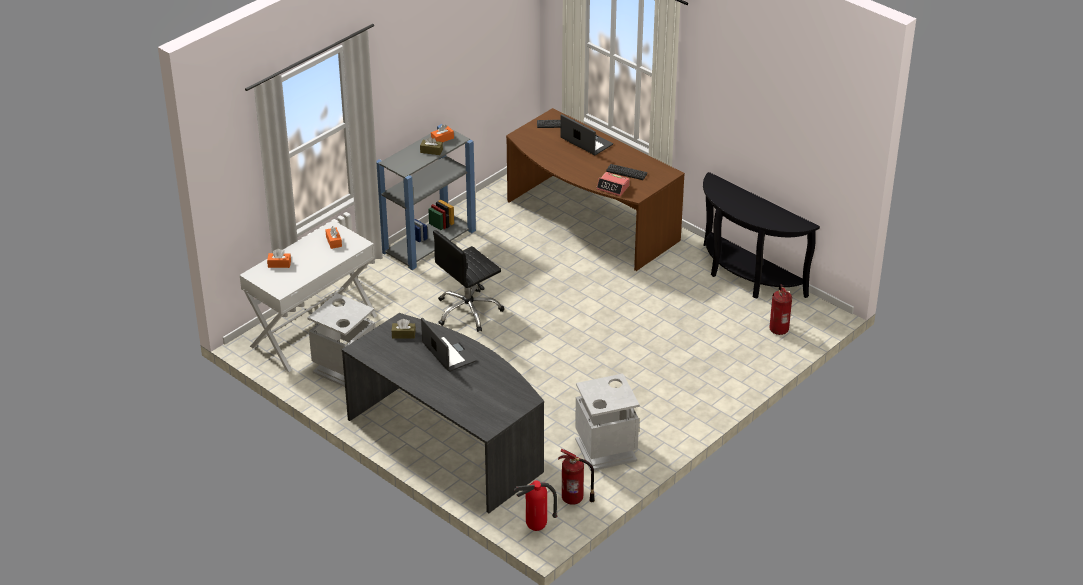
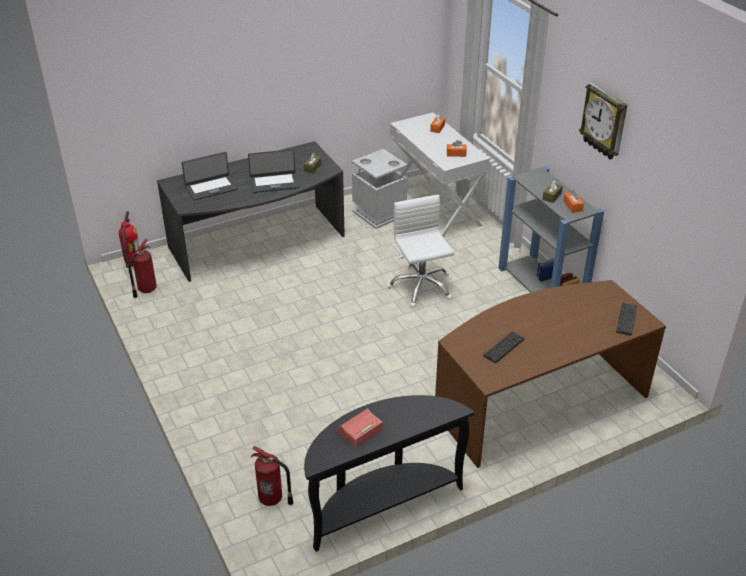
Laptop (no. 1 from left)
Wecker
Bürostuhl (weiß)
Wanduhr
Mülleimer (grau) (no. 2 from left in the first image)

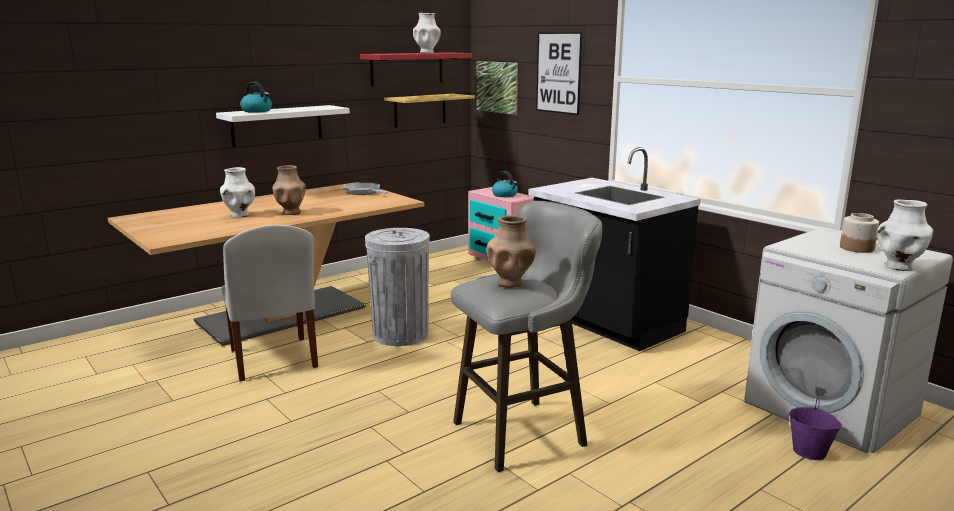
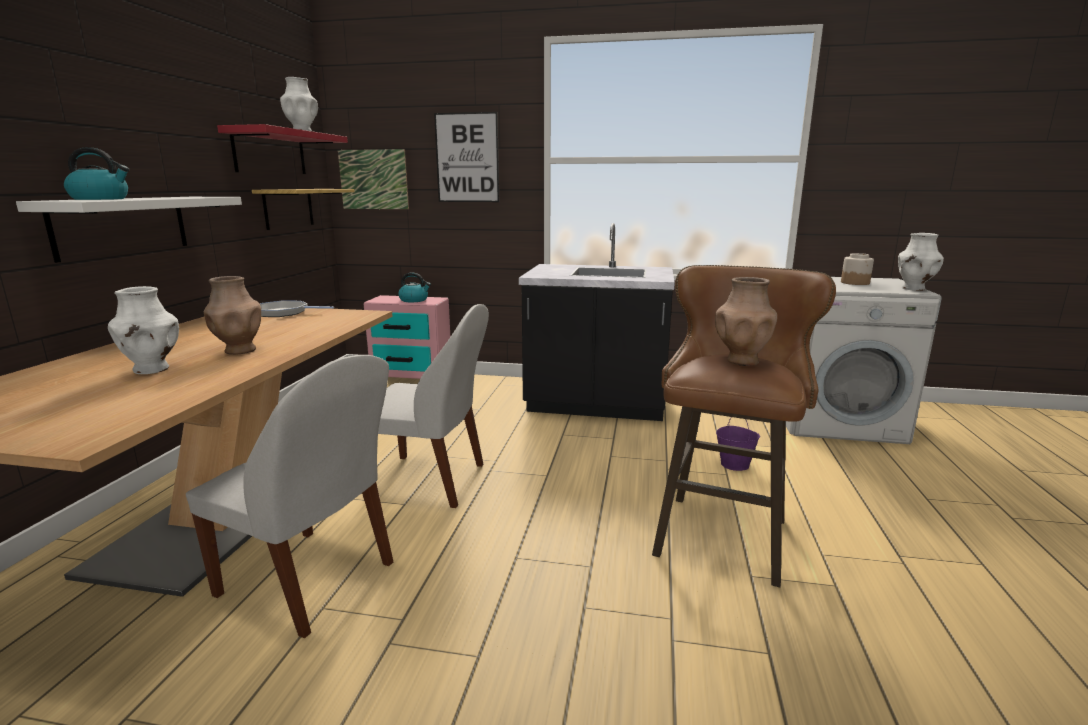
Stuhl (weiß) (no. 2 from left)
Hocker (braun)
Eimer (lila)

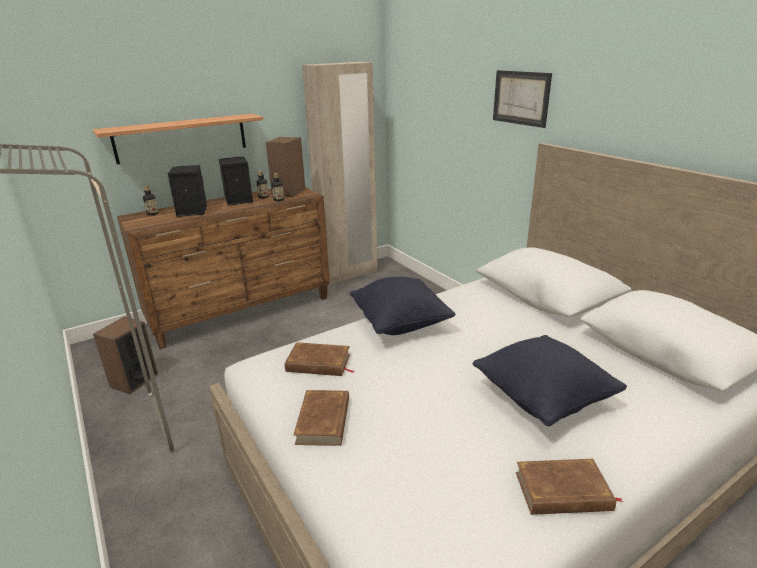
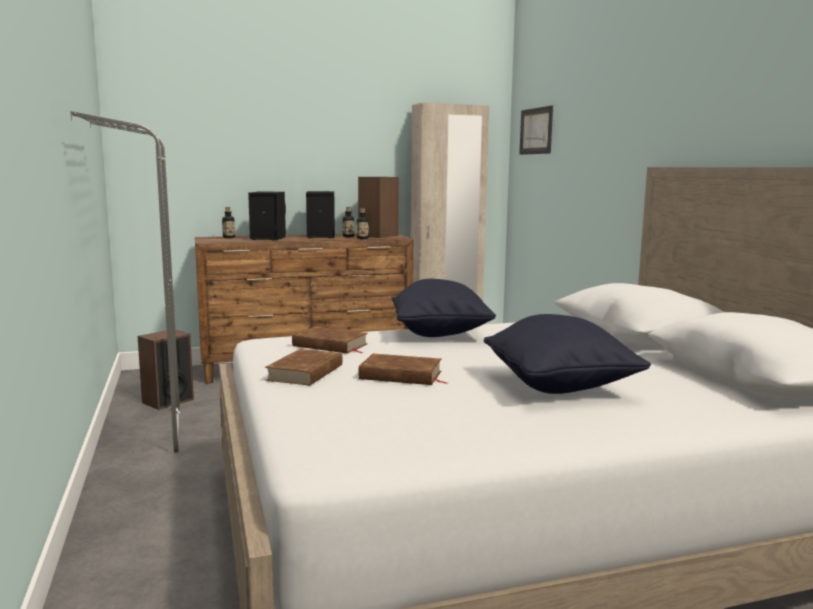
Buch (braun) (no. 3 from left)
Bild
Wandregal

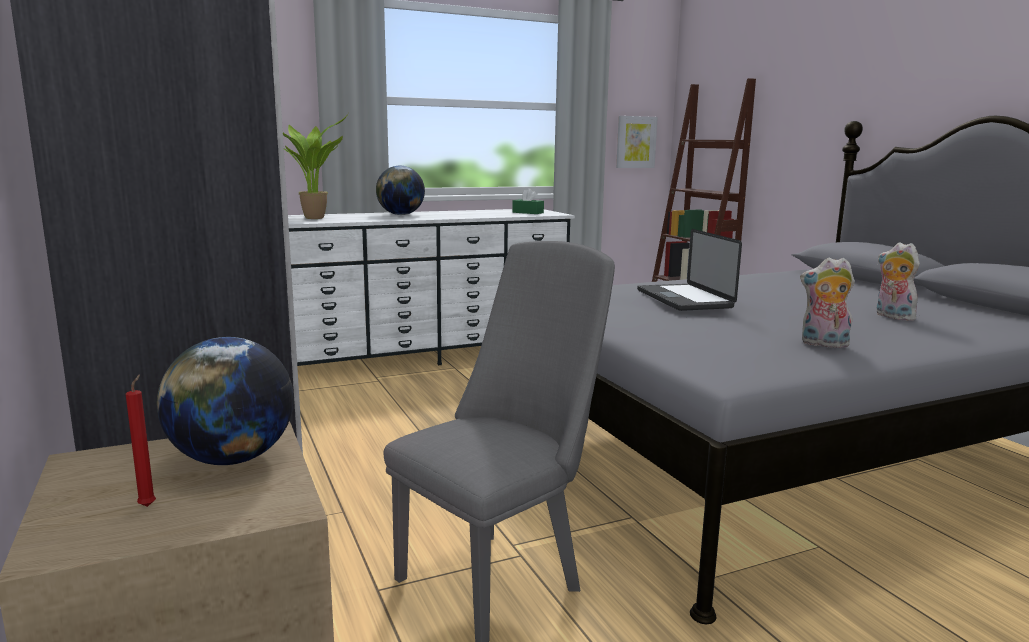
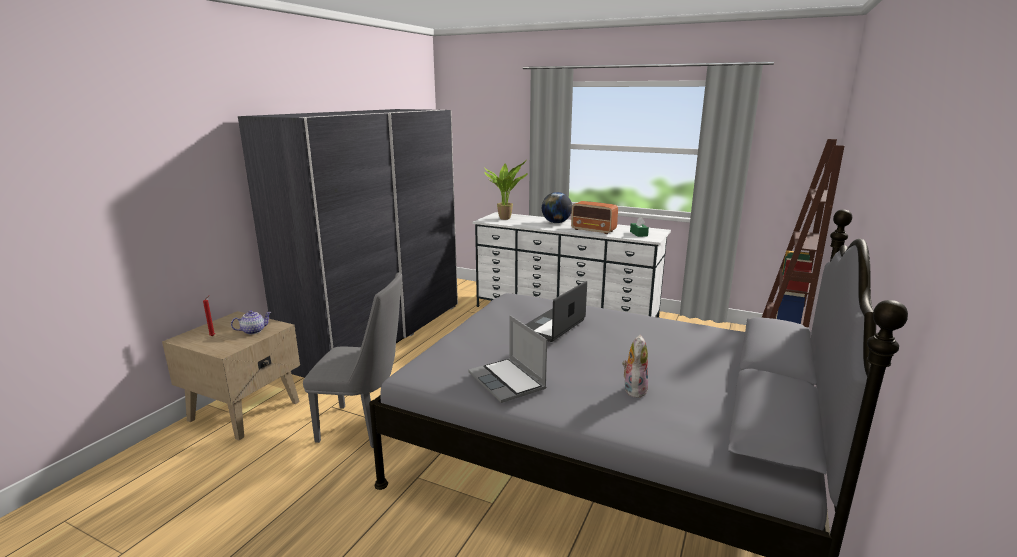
Teekanne
Laptop (no. 1 from left)
Radio
Bild

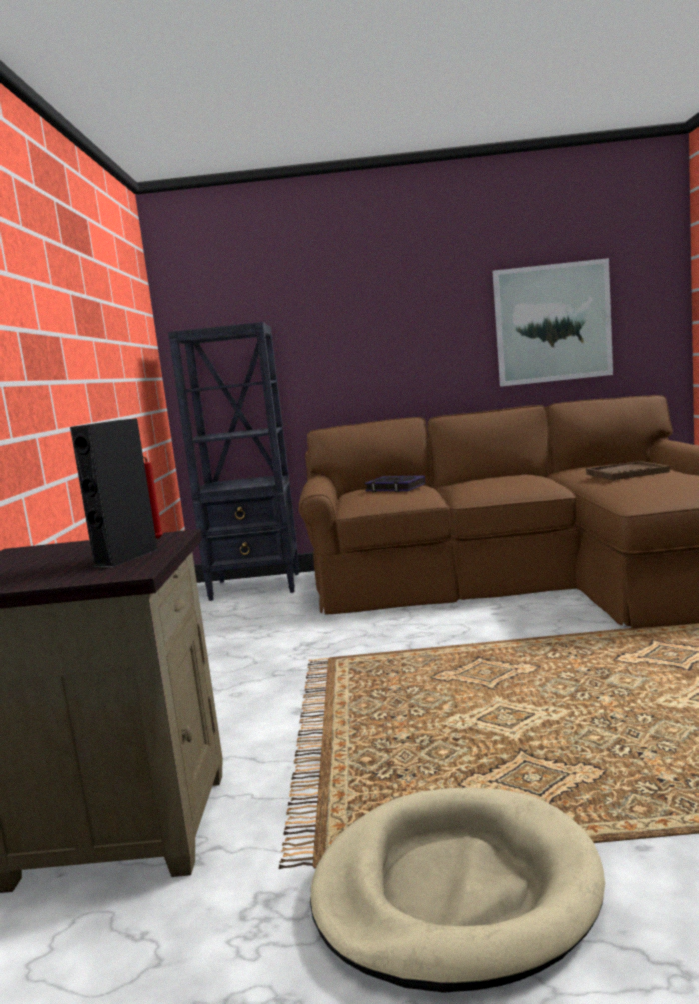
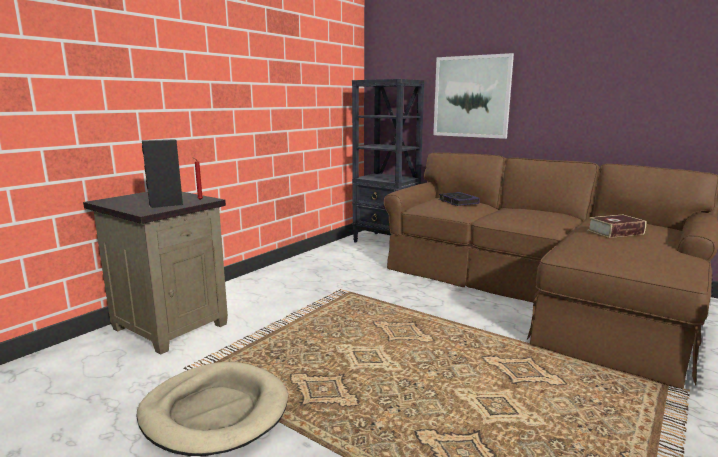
Bild
Buch (no. 2 from left)

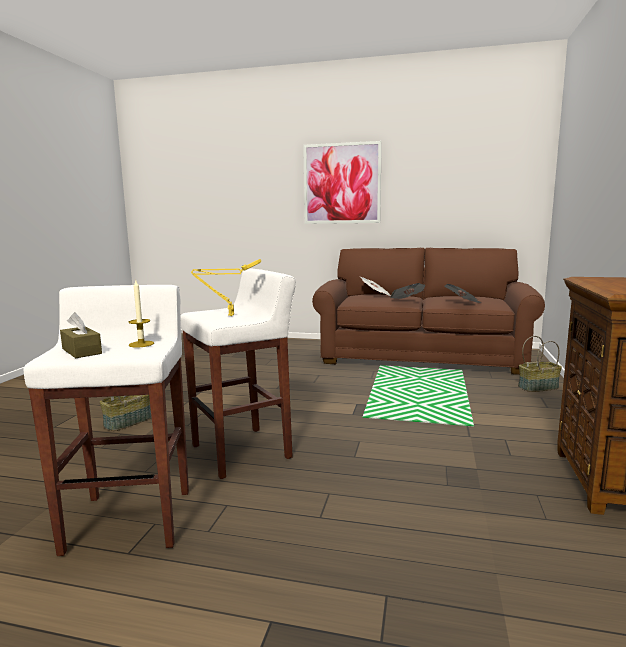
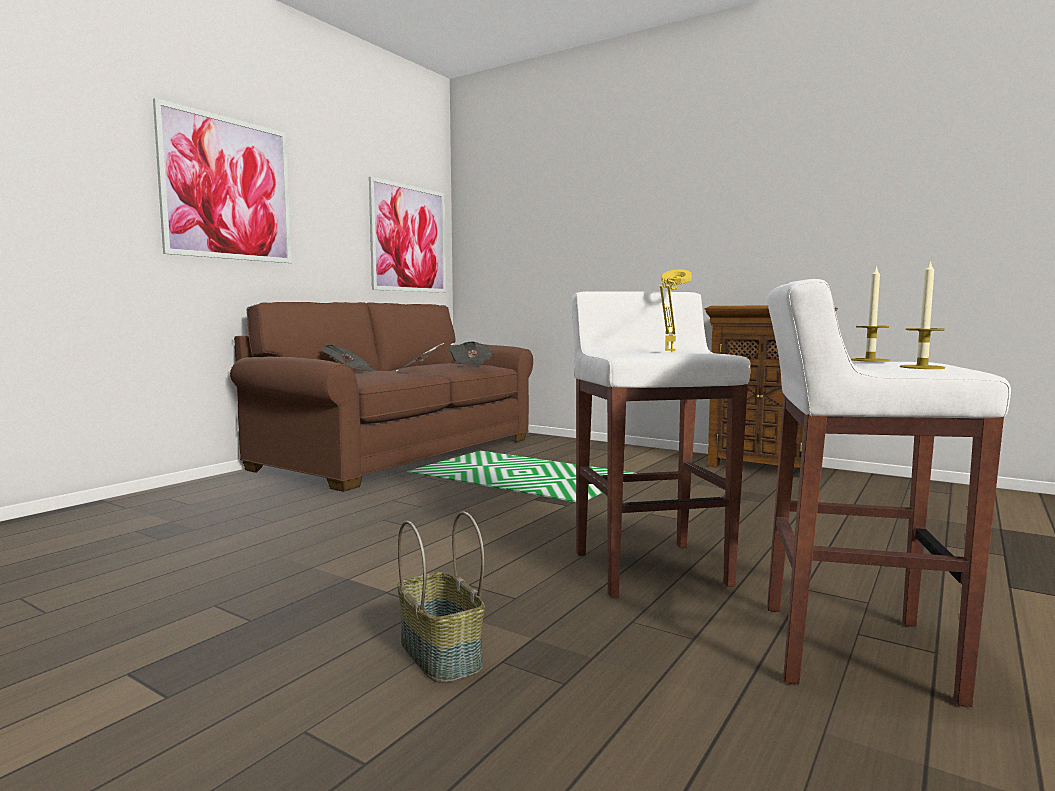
Bild (no. 2 from left)
Kerze (no. 2 from left)
Korb (no. 2 from left in the first image)

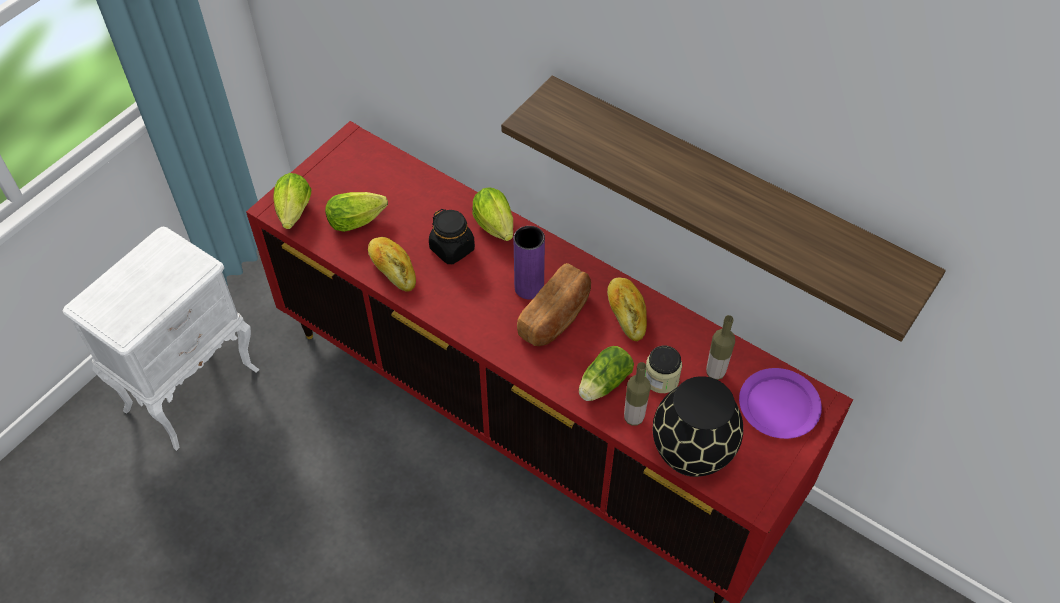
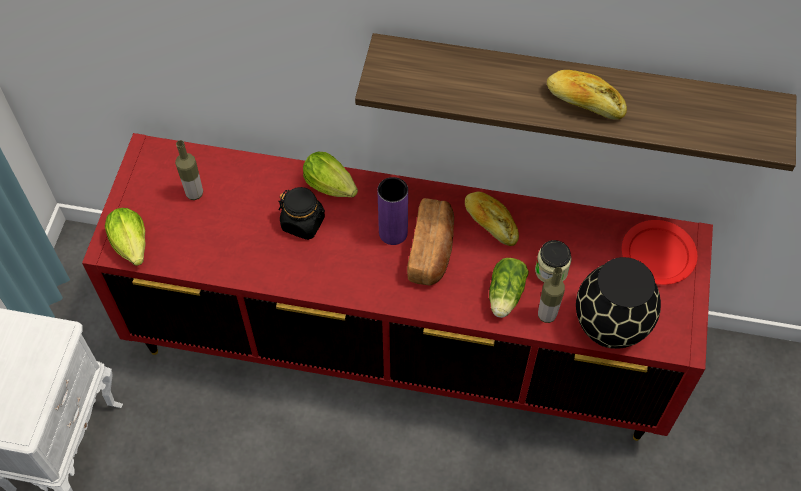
Flasche (no. 1 from left)
Brot (no. 3 from left)
Teller (rot)
Salatkopf (no. 2 from left in the first image)

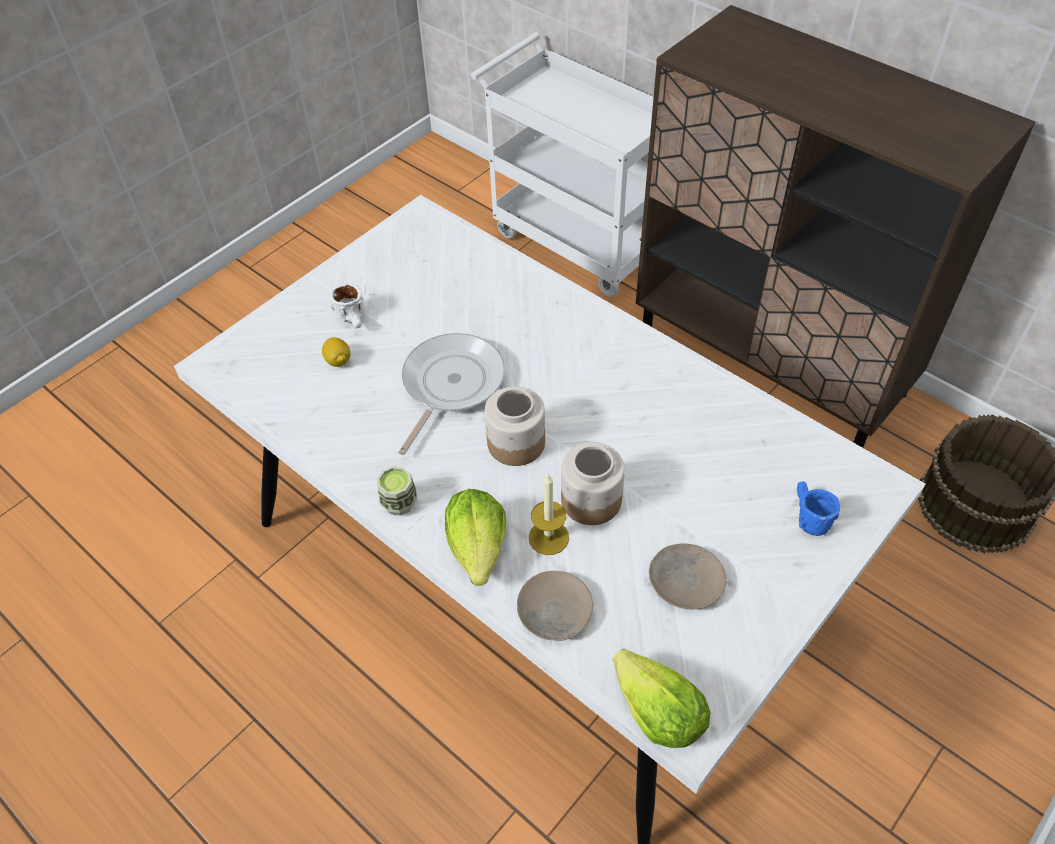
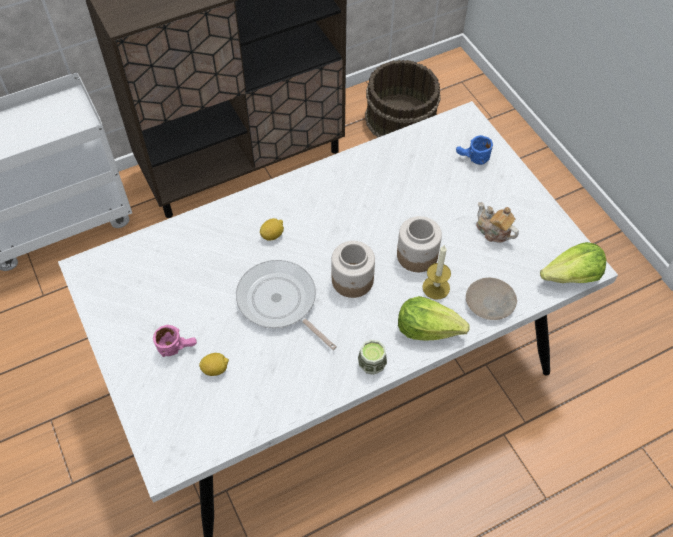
Henkelbecher (rosa)
Zitrone (no. 2 from left)
Teekanne

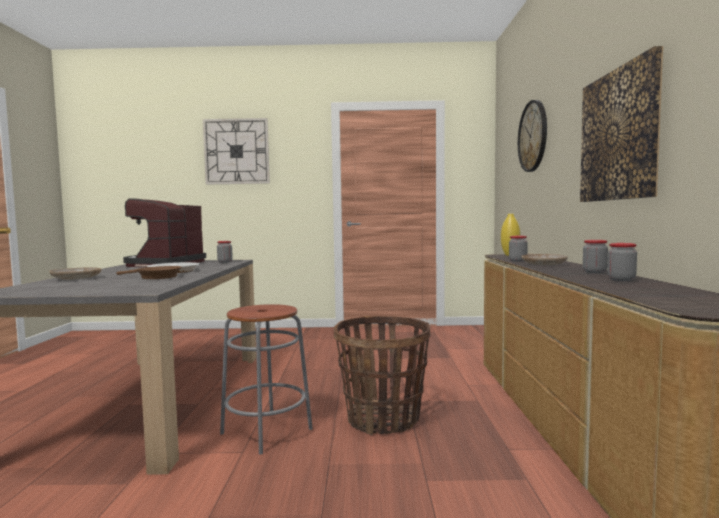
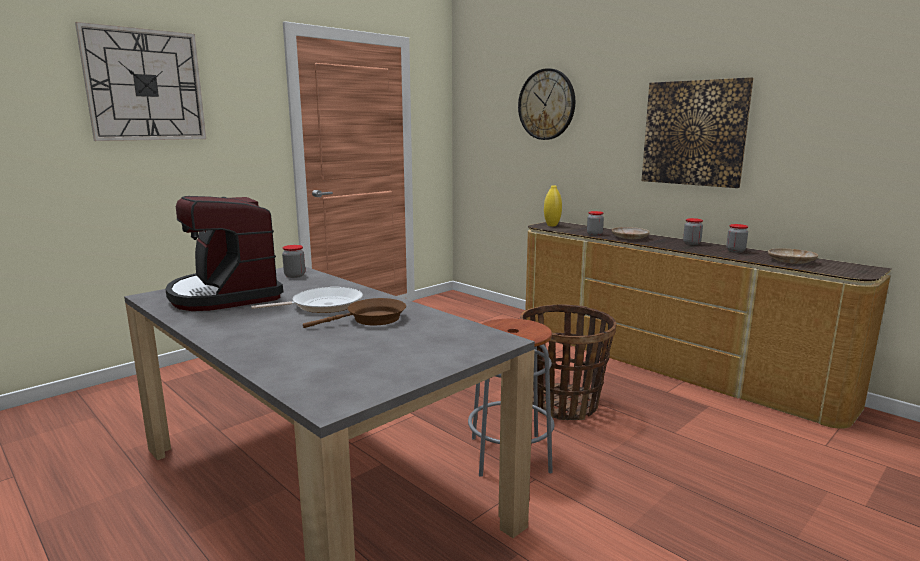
Teller (beige) (no. 2 from left)

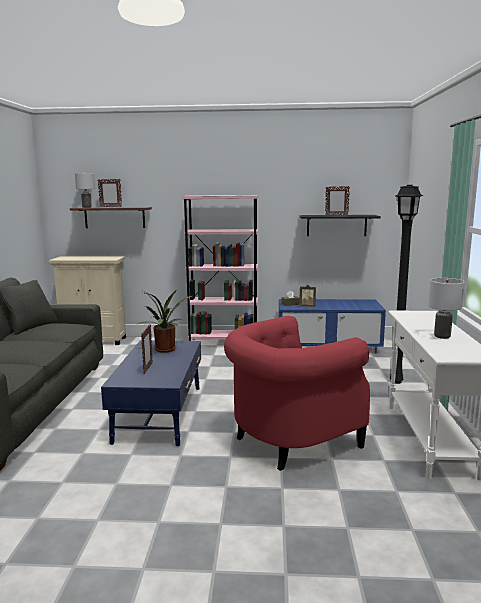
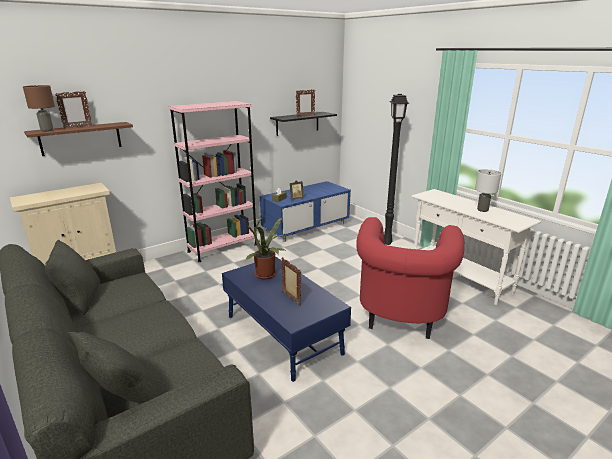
Tischlampe (braun)

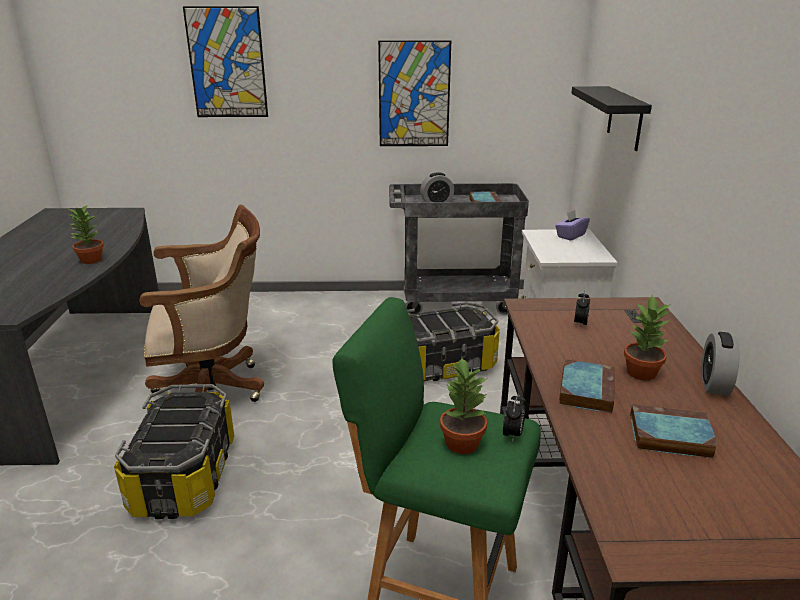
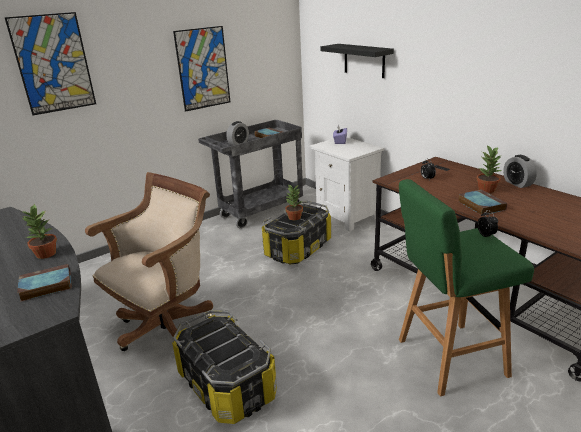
Buch (no. 1 from left)
Topfpflanze (no. 2 from left)

